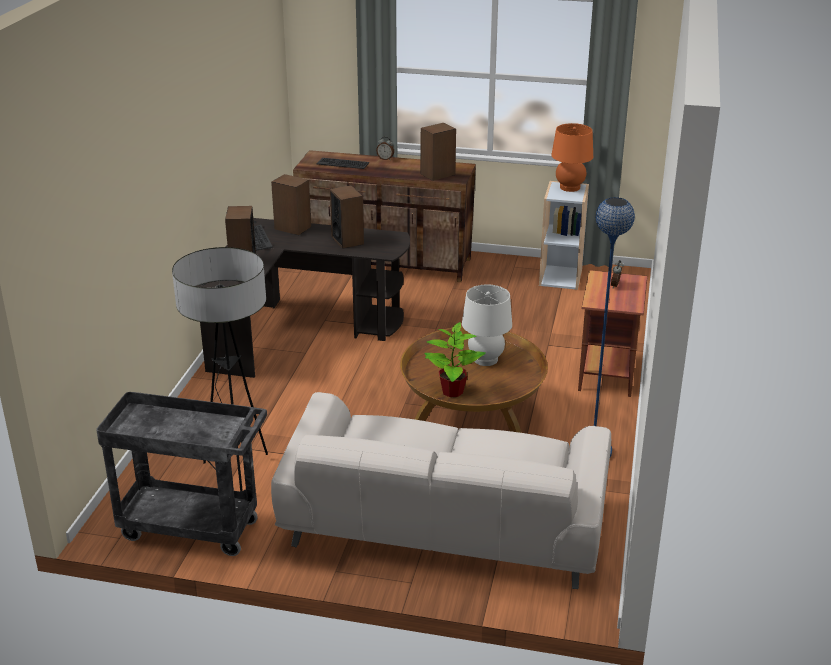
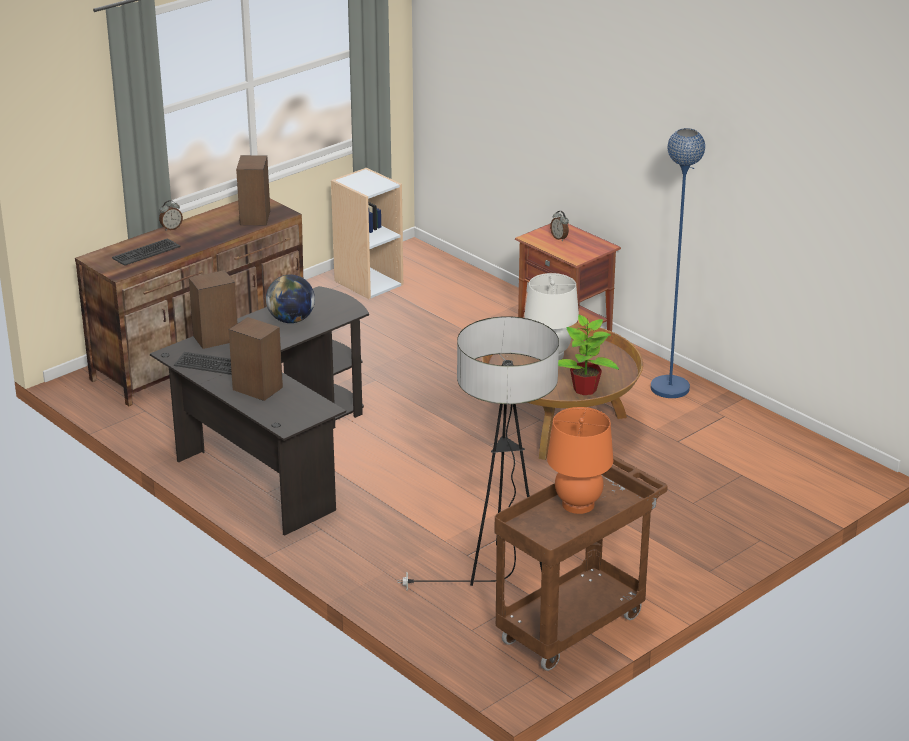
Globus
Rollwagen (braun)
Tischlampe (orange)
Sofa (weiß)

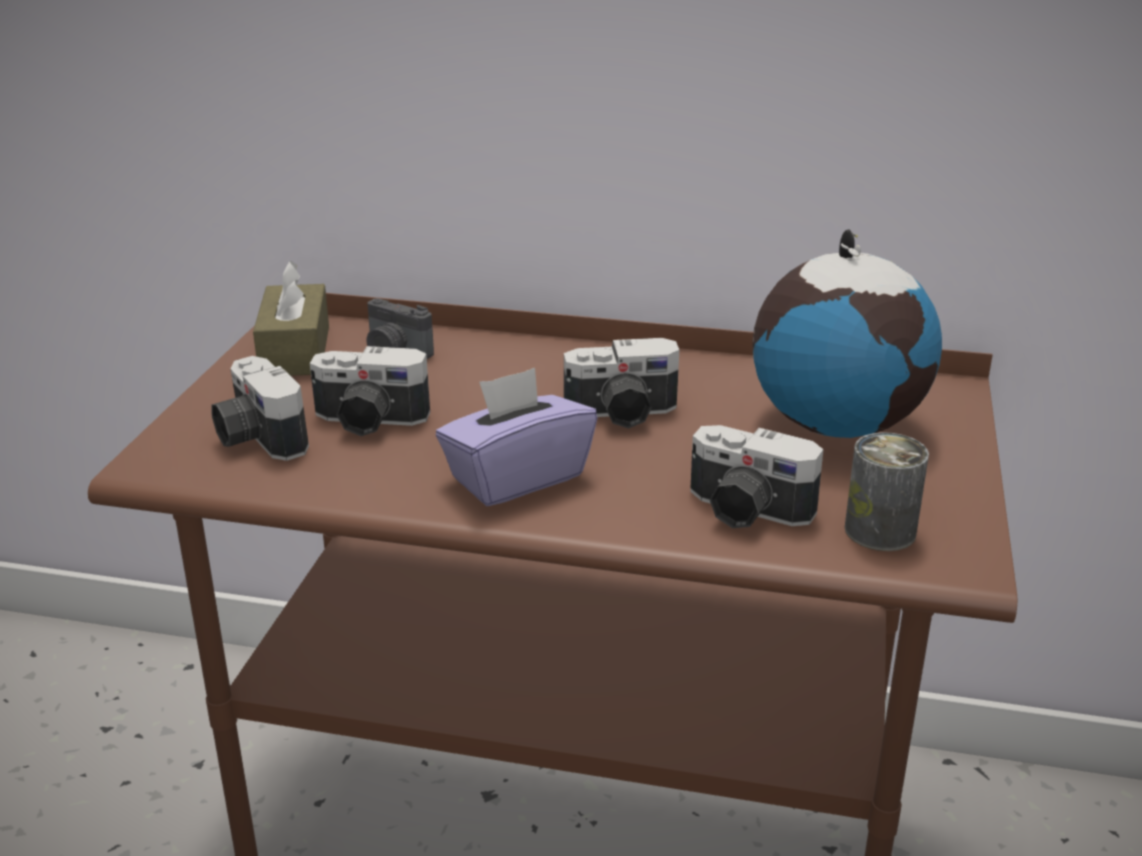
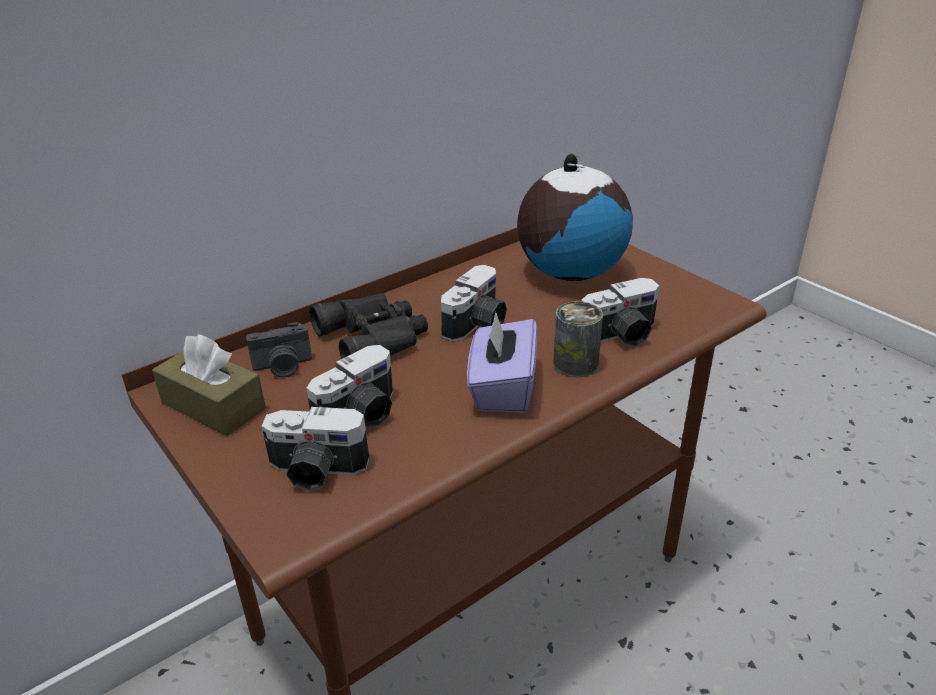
Fernglas (schwarz)
Dose

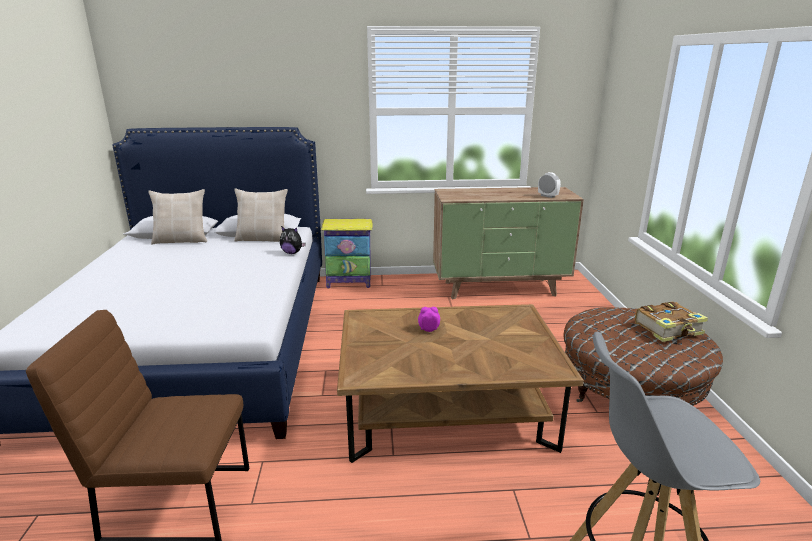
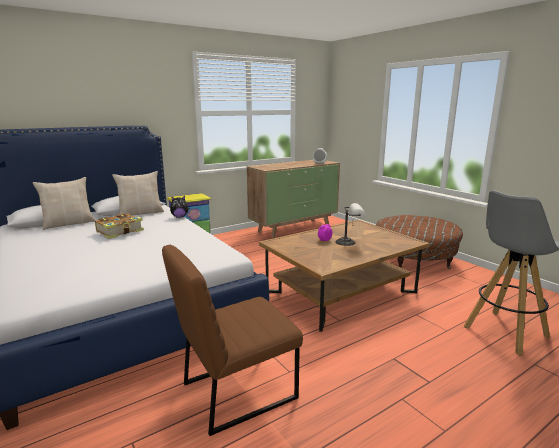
Buch
Tischlampe

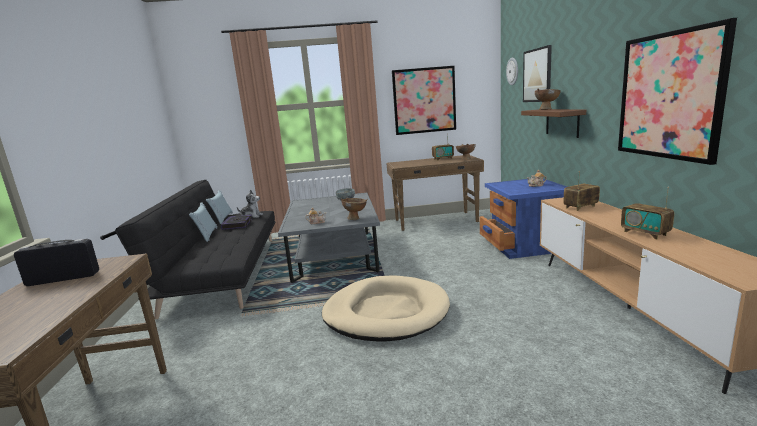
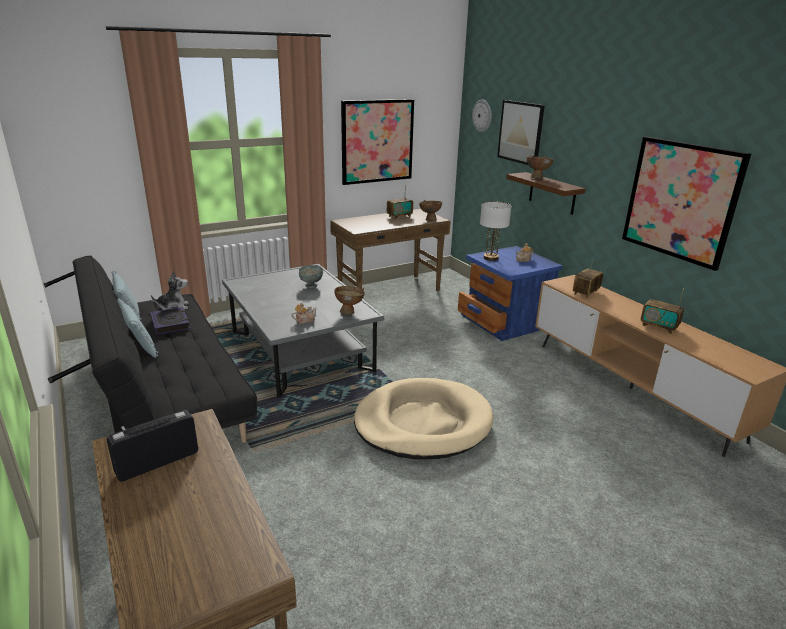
Tischlampe

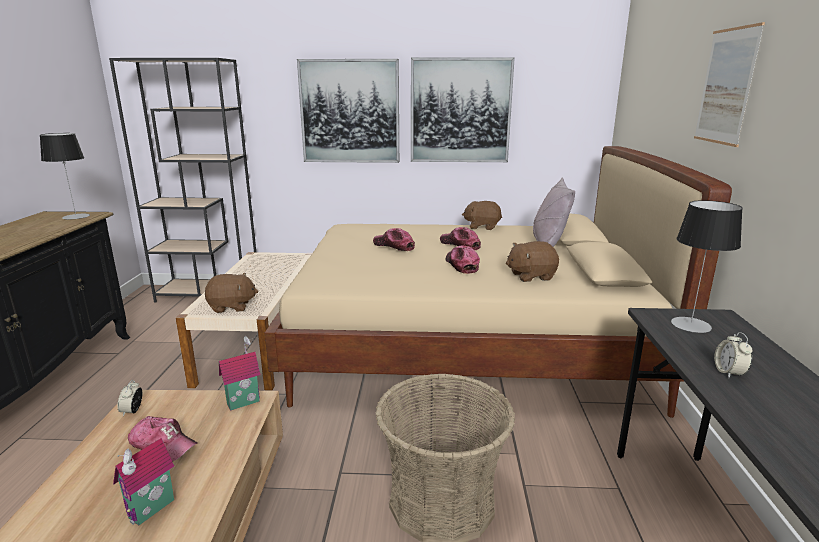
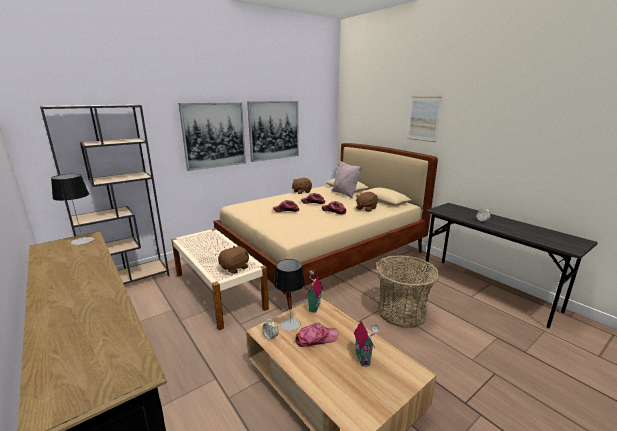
Tischlampe (no. 2 from left)

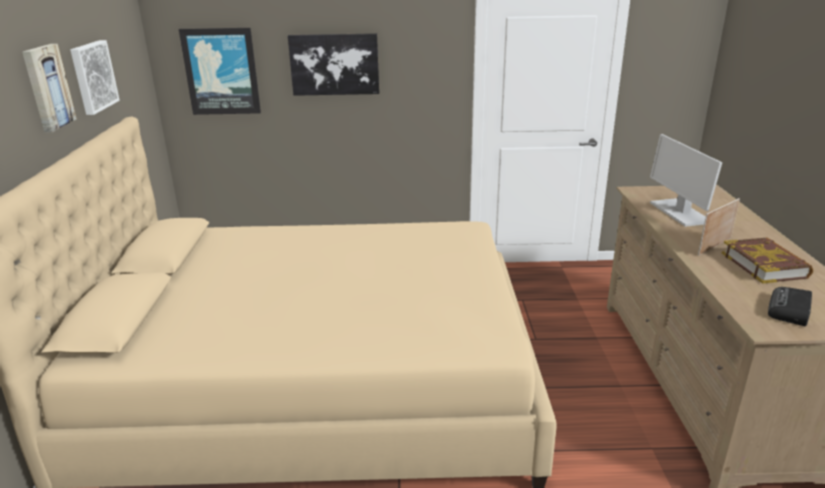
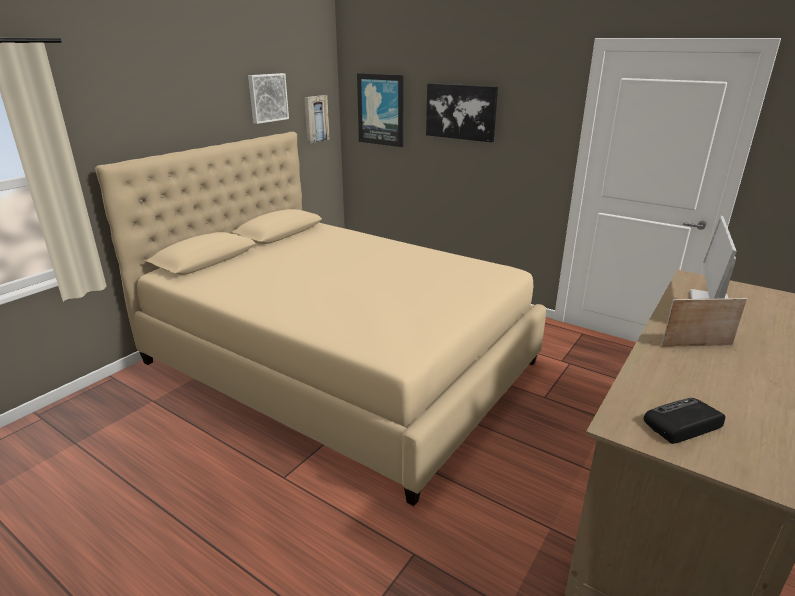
Bild (no. 2 from left)
Buch

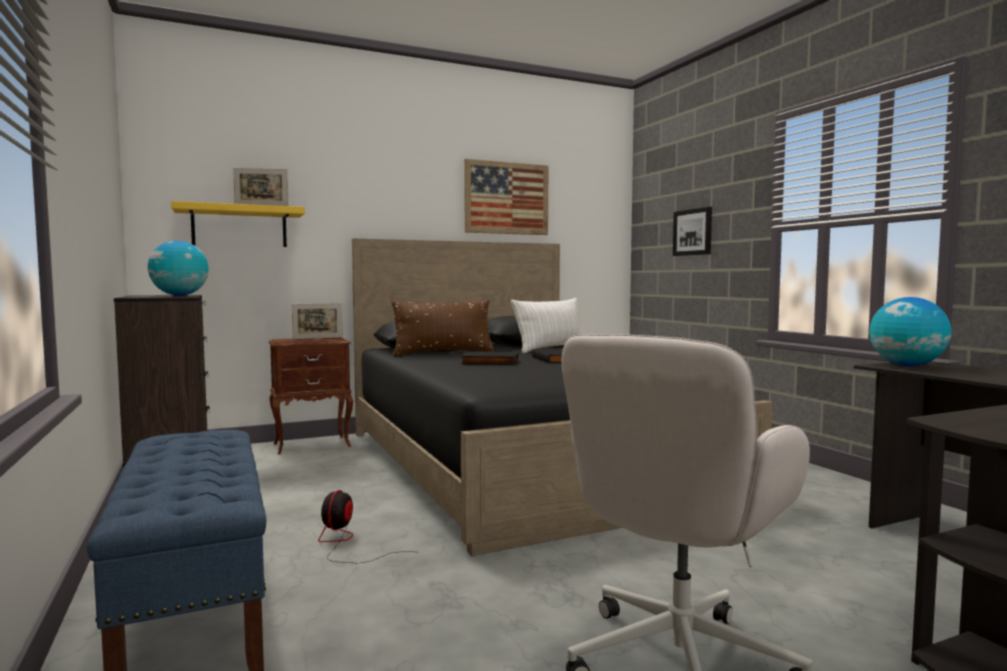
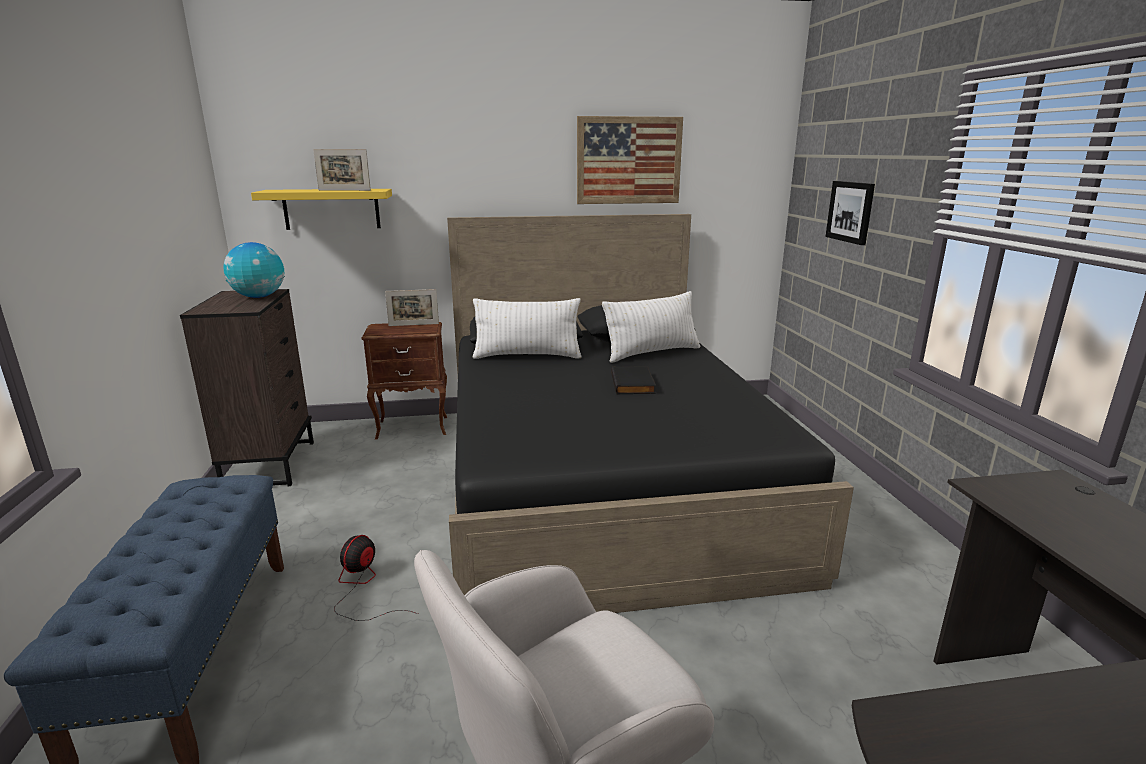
Kissen (weiß) (no. 1 from left)
Buch (schwarz) (no. 1 from left in the first image)
Globus (no. 2 from left in the first image)

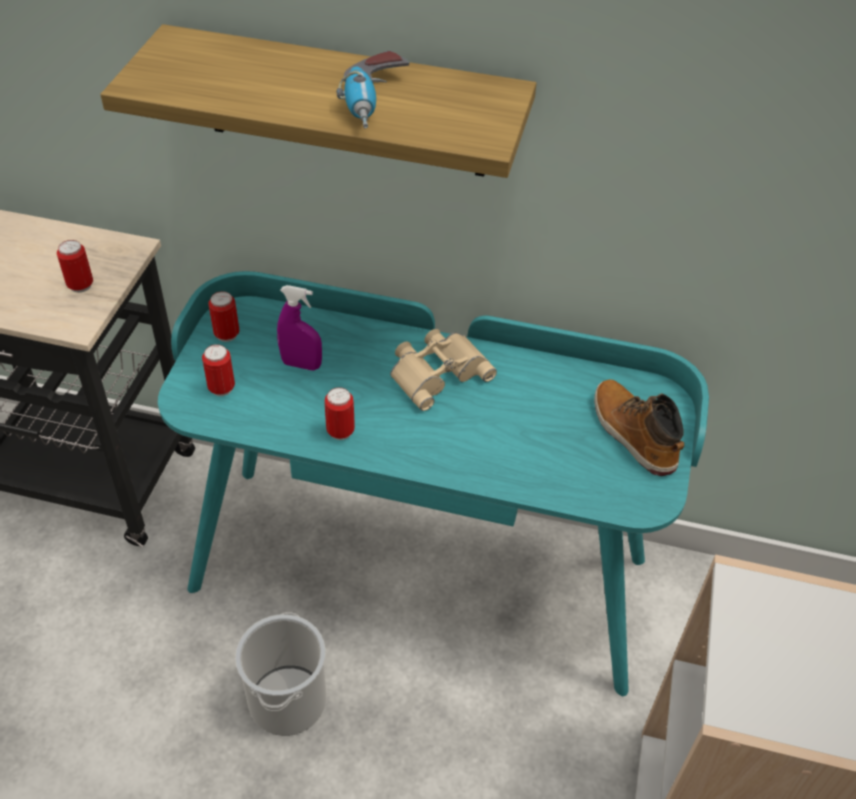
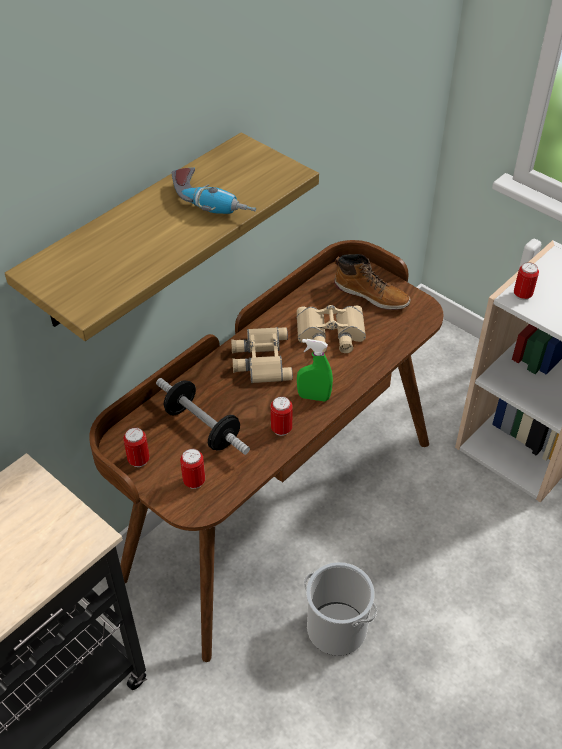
Schreibtisch (braun)
Hantel
Fernglas (beige) (no. 2 from left)
Sprühflasche (grün)
Stiefel
Dose (no. 4 from left)

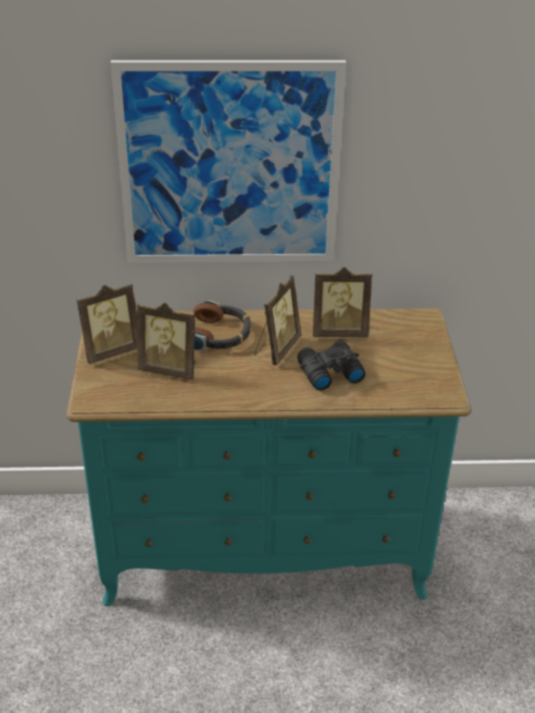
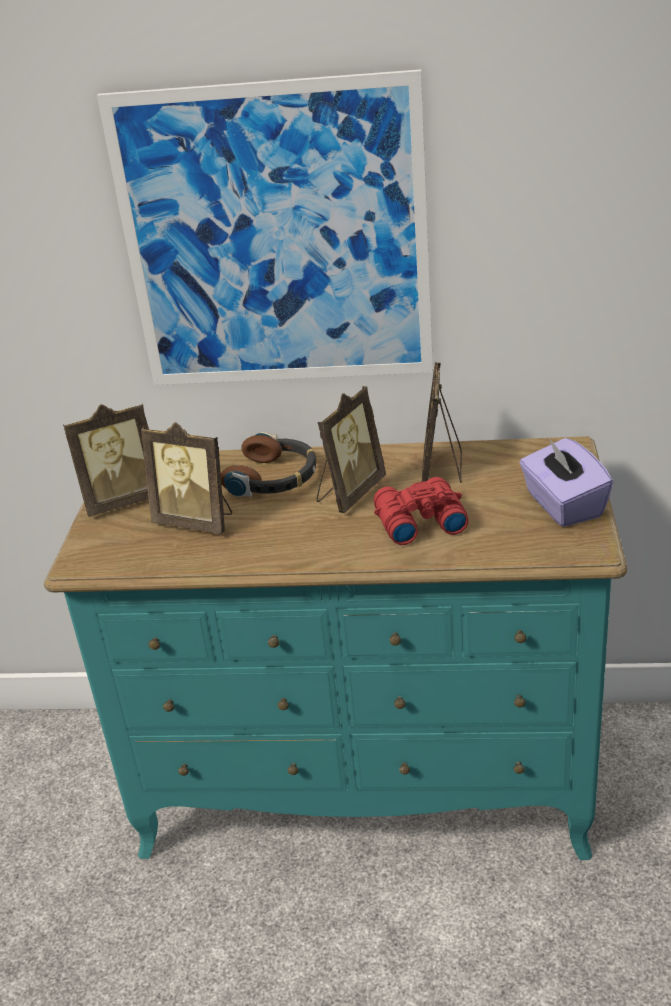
Fernglas (rot)
Bilderrahmen (no. 4 from left)
Taschentuchbox (lila)

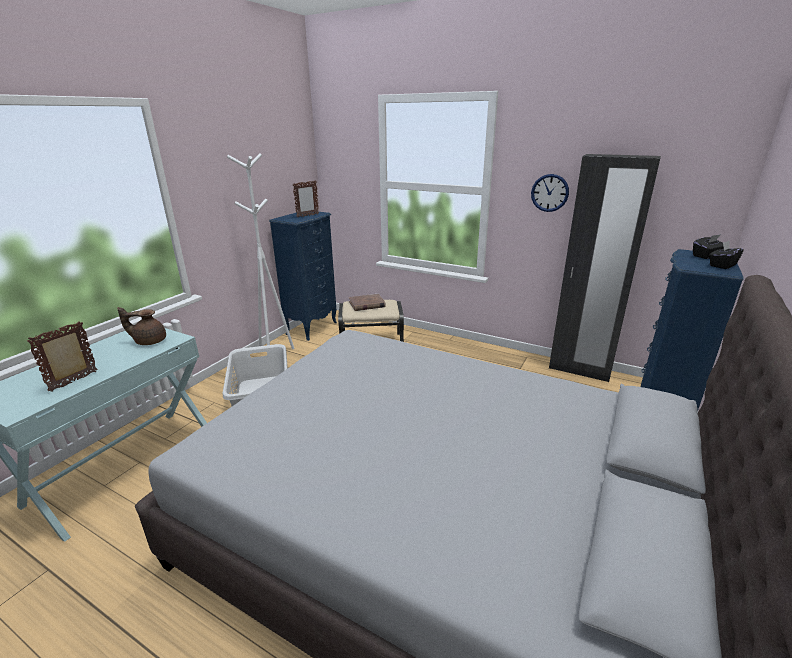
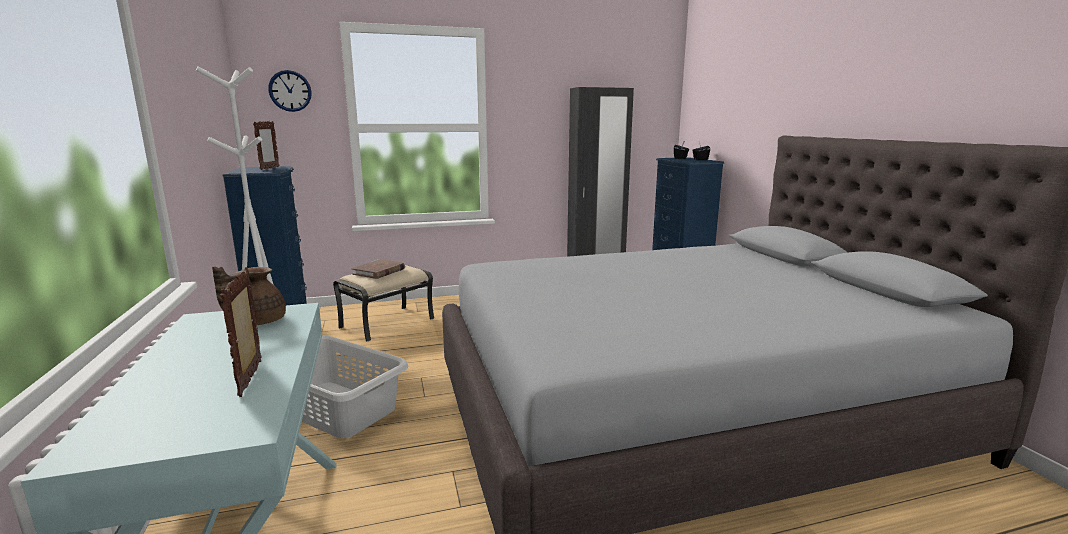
Wanduhr

